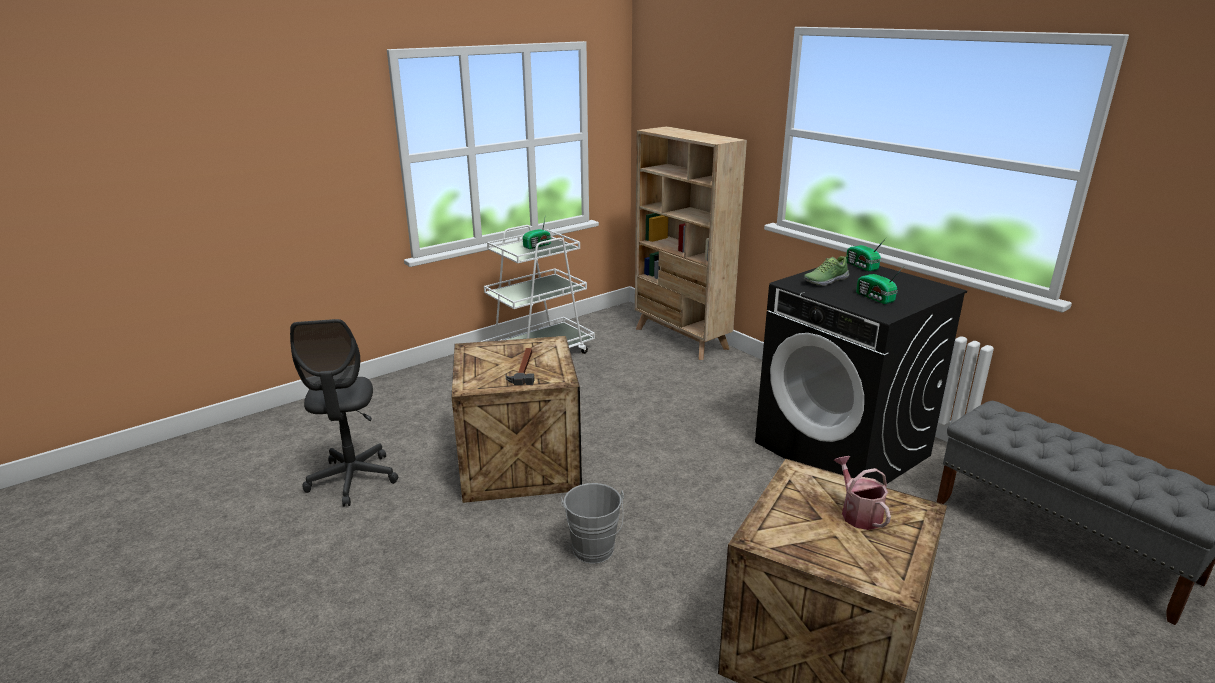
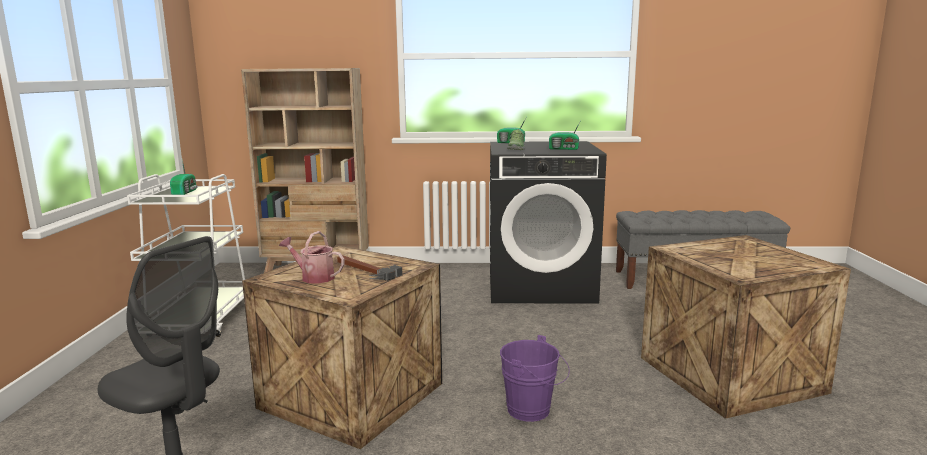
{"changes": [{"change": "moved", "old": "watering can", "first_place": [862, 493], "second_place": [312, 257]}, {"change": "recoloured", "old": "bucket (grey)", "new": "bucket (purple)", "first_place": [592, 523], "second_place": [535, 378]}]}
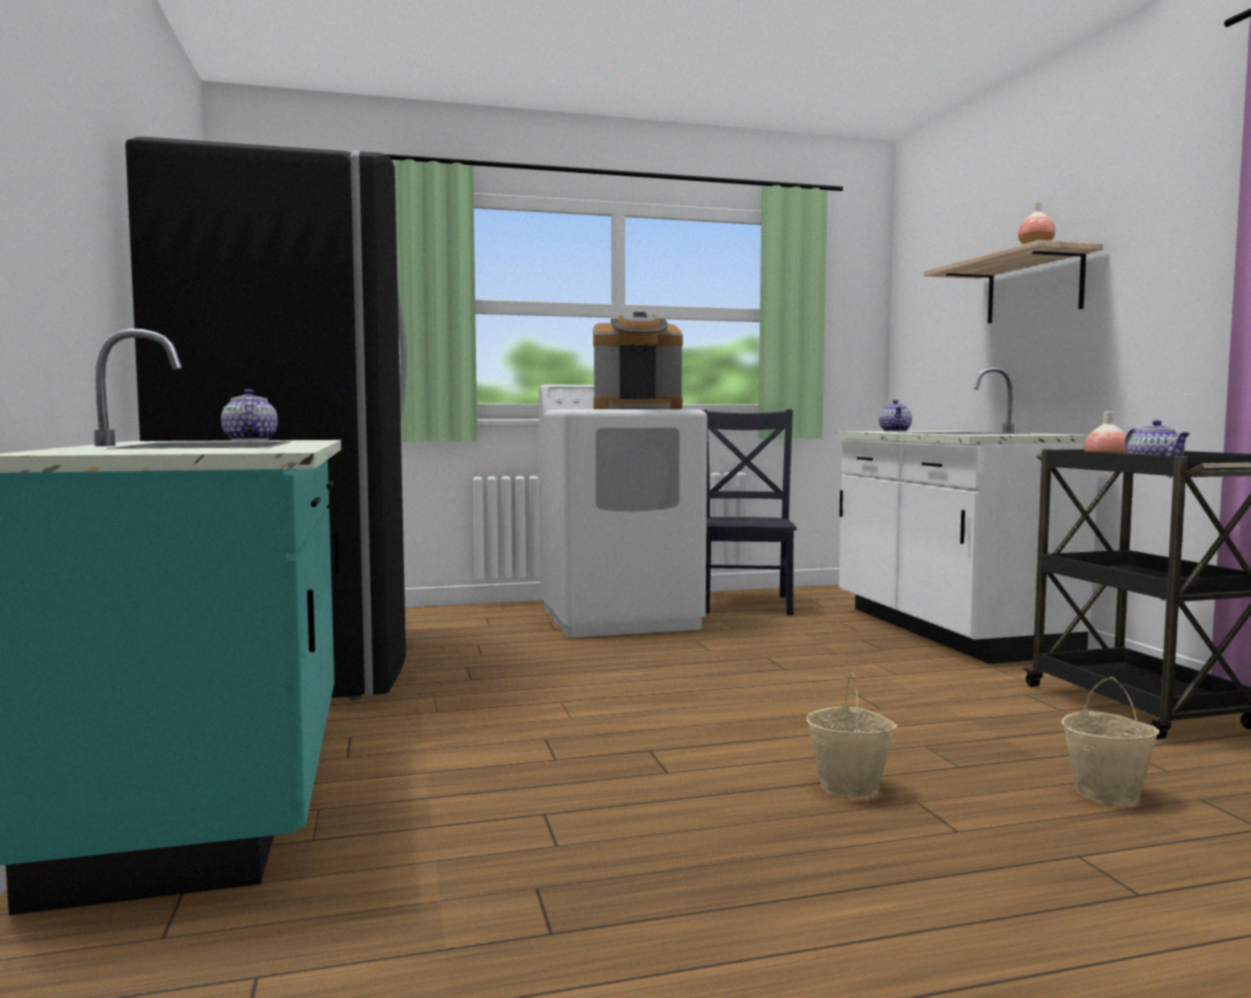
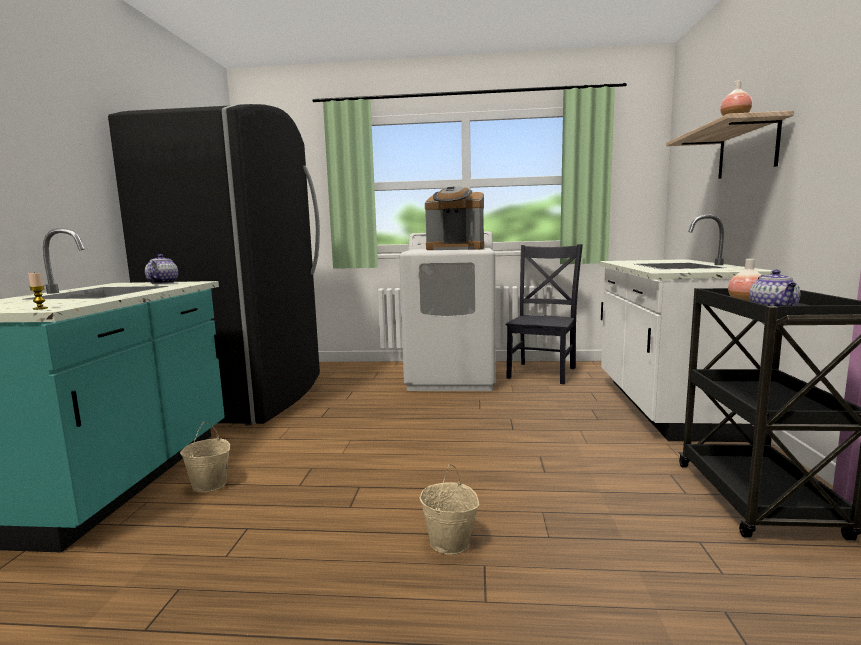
{"changes": [{"change": "removed", "old": "teapot", "first_place": [895, 415]}, {"change": "moved", "old": "bucket (beige)", "first_place": [1110, 741], "second_place": [205, 457]}, {"change": "added", "new": "candle", "second_place": [38, 291]}]}
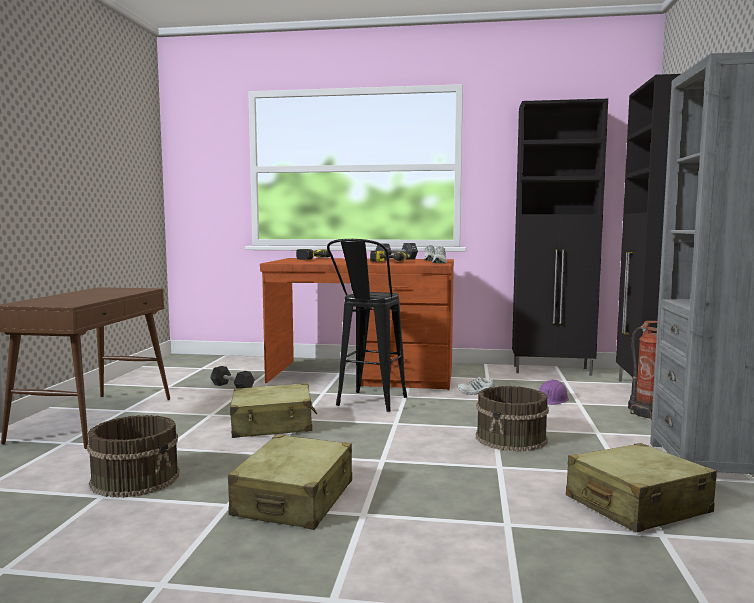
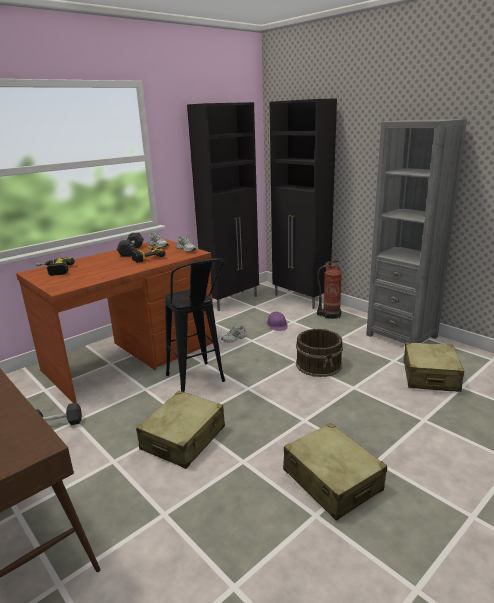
{"changes": [{"change": "removed", "old": "bucket (brown)", "first_place": [133, 456]}]}
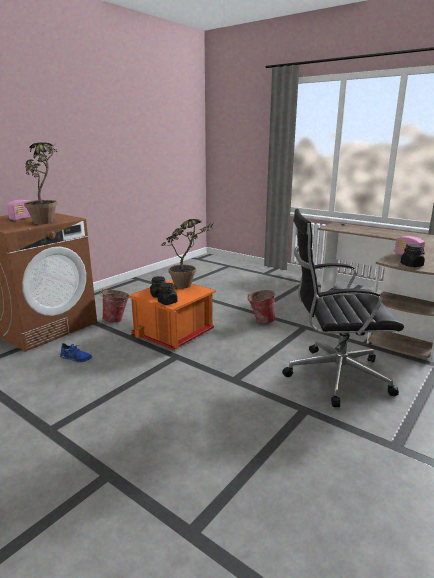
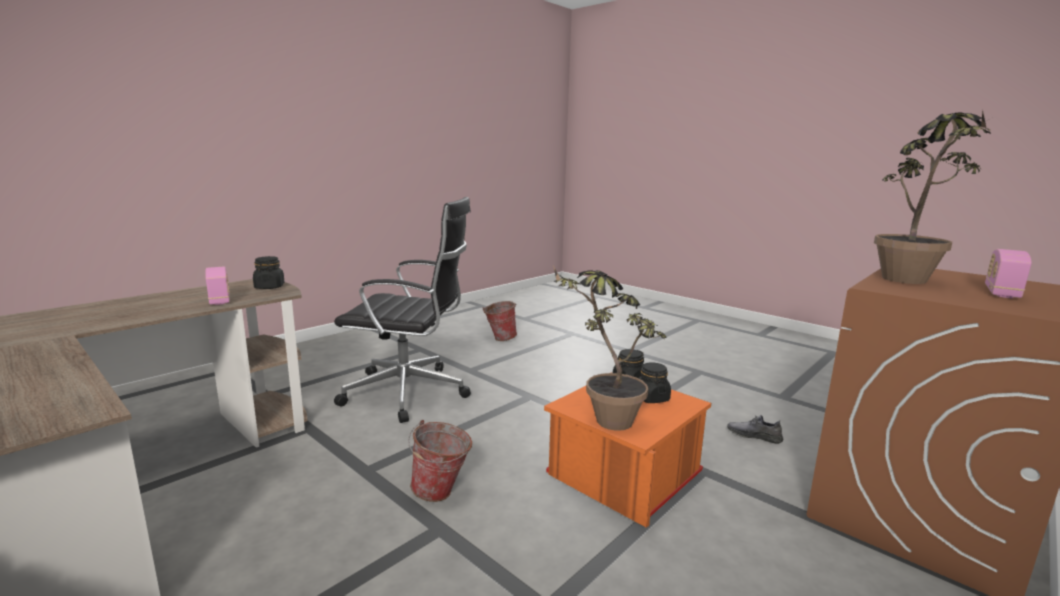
{"changes": [{"change": "moved", "old": "bucket", "first_place": [115, 306], "second_place": [500, 321]}, {"change": "recoloured", "old": "shoe (blue)", "new": "shoe (grey)", "first_place": [76, 352], "second_place": [755, 429]}]}
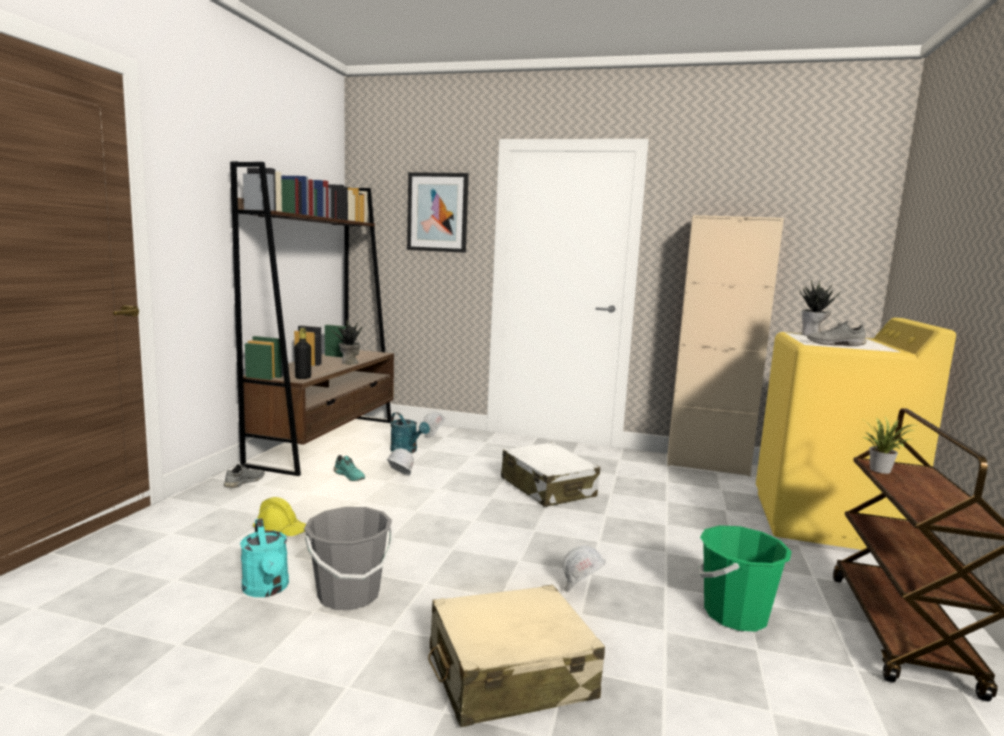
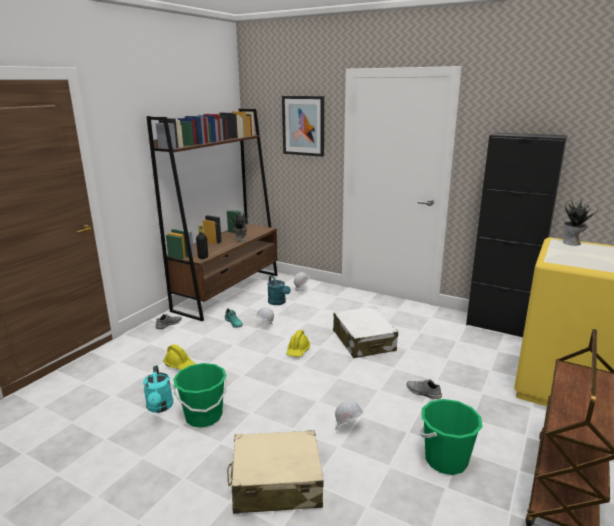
{"changes": [{"change": "recoloured", "old": "cabinet (beige)", "new": "cabinet (black)", "first_place": [725, 346], "second_place": [516, 234]}, {"change": "moved", "old": "shoe (grey)", "first_place": [836, 333], "second_place": [424, 389]}, {"change": "removed", "old": "potted plant", "first_place": [889, 445]}, {"change": "recoloured", "old": "bucket (grey)", "new": "bucket (green)", "first_place": [349, 558], "second_place": [200, 395]}, {"change": "added", "new": "hard hat (yellow)", "second_place": [298, 343]}]}
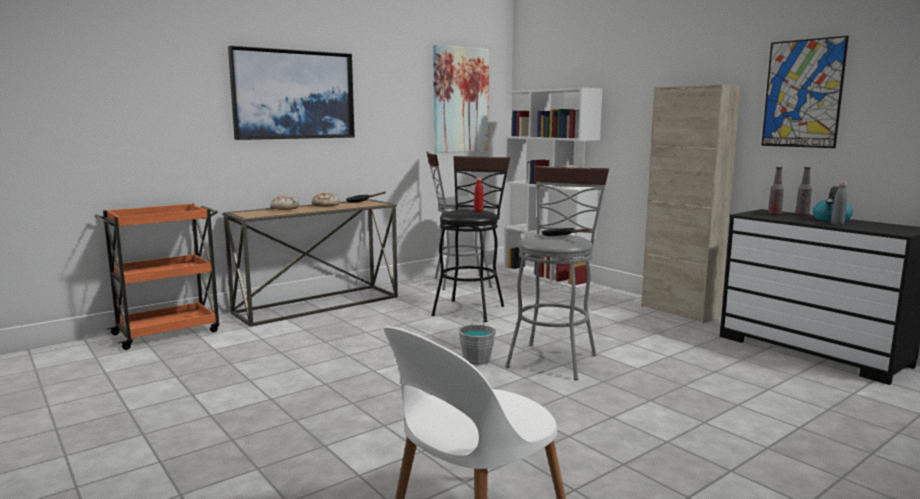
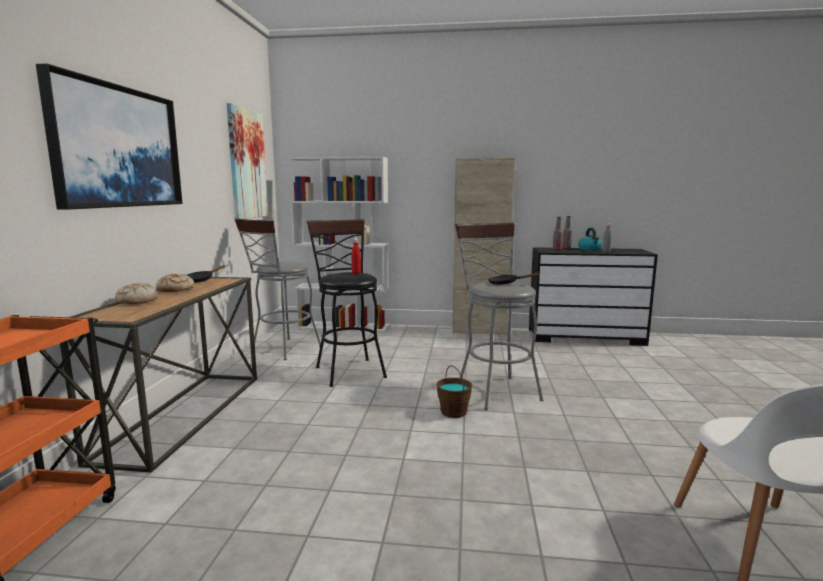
{"changes": [{"change": "removed", "old": "picture", "first_place": [805, 92]}, {"change": "recoloured", "old": "bucket (grey)", "new": "bucket (brown)", "first_place": [477, 338], "second_place": [454, 391]}]}
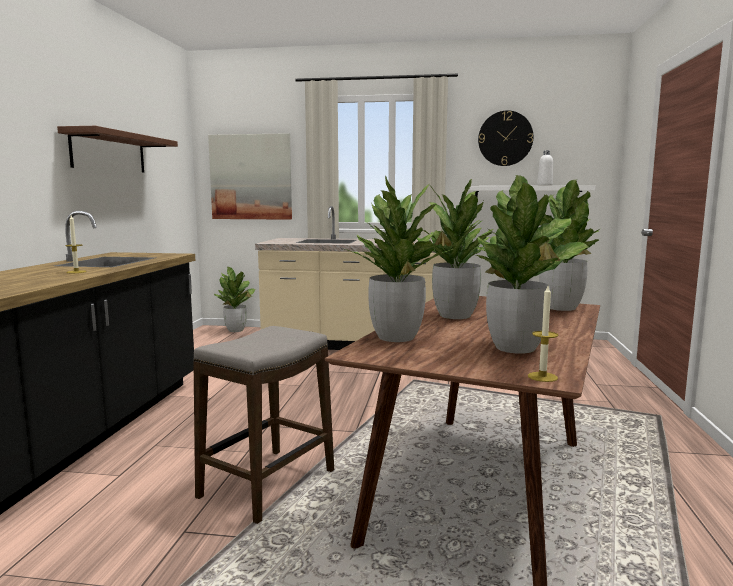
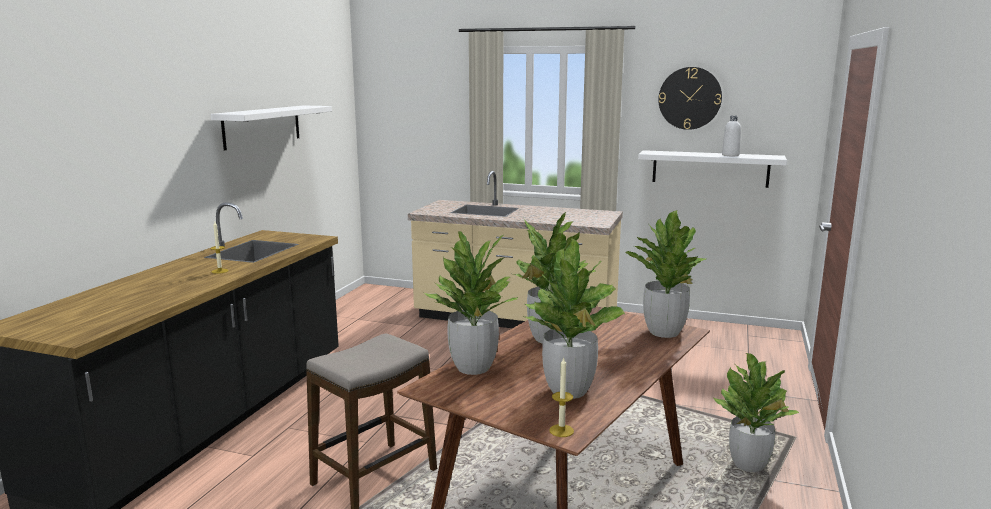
{"changes": [{"change": "recoloured", "old": "shelf (brown)", "new": "shelf (white)", "first_place": [117, 149], "second_place": [271, 128]}, {"change": "removed", "old": "picture", "first_place": [250, 176]}, {"change": "moved", "old": "potted plant", "first_place": [234, 299], "second_place": [756, 412]}]}
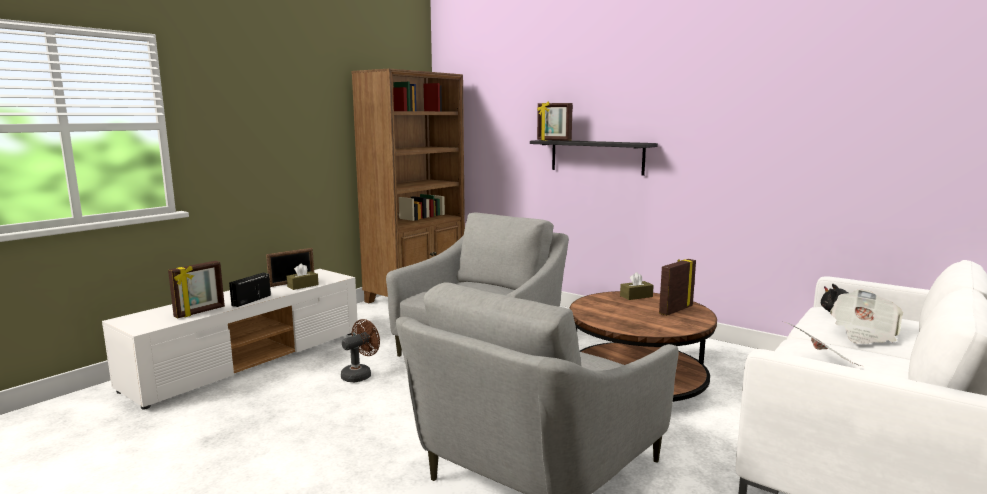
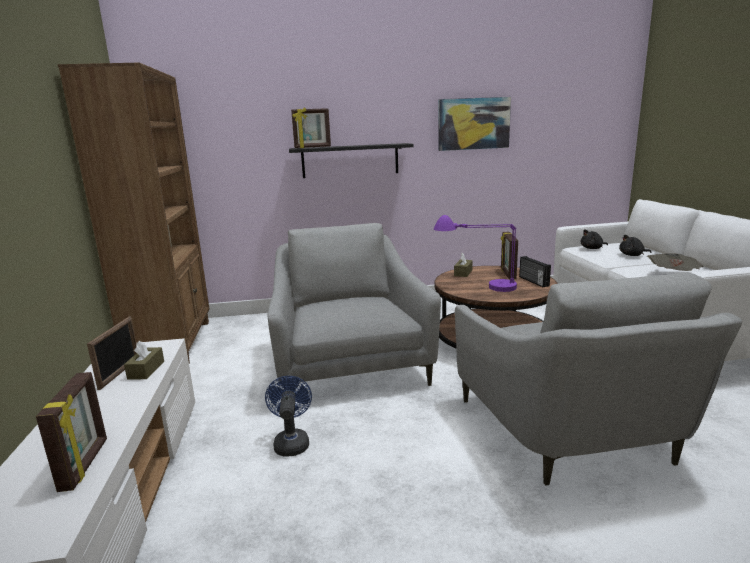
{"changes": [{"change": "moved", "old": "radio", "first_place": [250, 290], "second_place": [535, 271]}, {"change": "replaced", "old": "newspaper", "new": "plush toy (black)", "first_place": [866, 316], "second_place": [635, 245]}, {"change": "recoloured", "old": "fan (brown)", "new": "fan (blue)", "first_place": [360, 350], "second_place": [288, 416]}, {"change": "added", "new": "picture", "second_place": [475, 124]}, {"change": "added", "new": "table lamp (purple)", "second_place": [475, 253]}]}
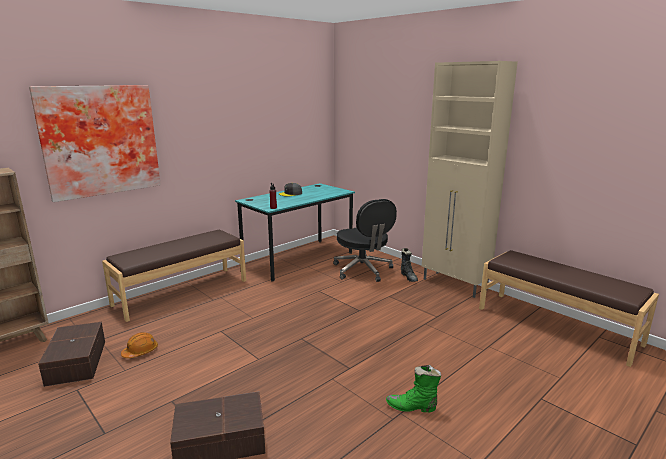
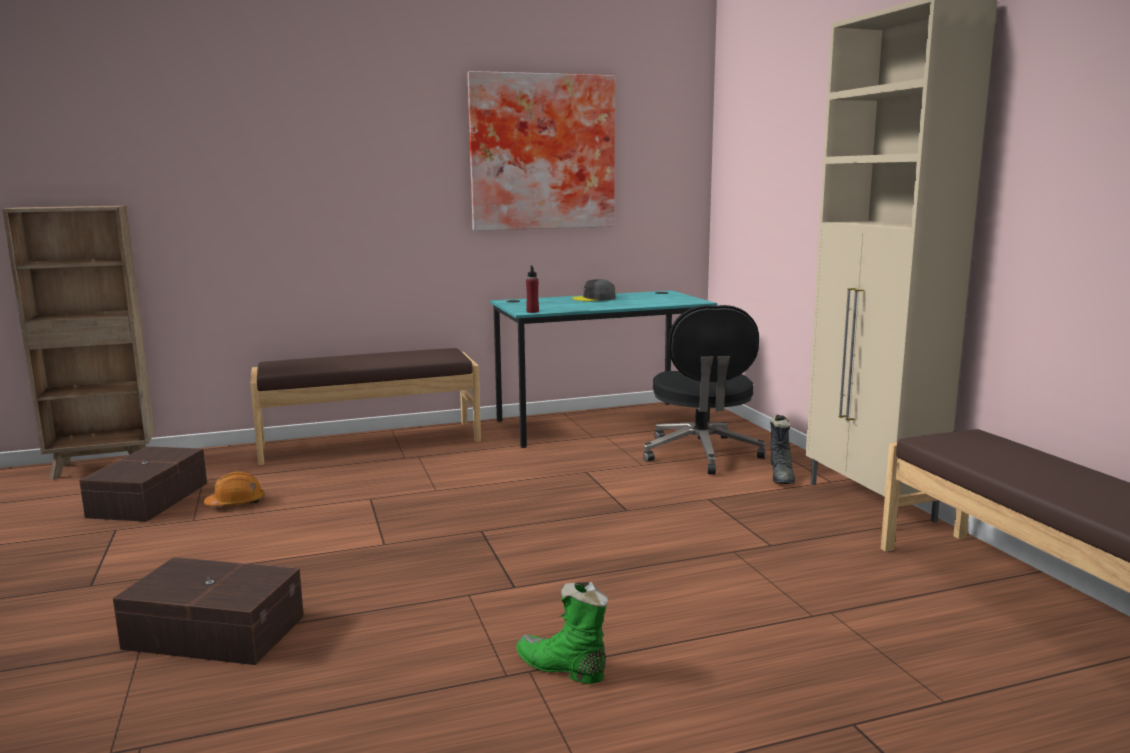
{"changes": [{"change": "moved", "old": "picture", "first_place": [95, 143], "second_place": [541, 151]}]}
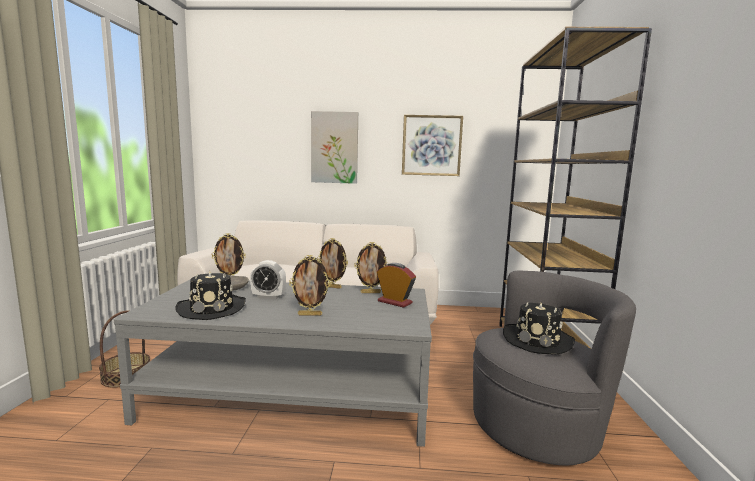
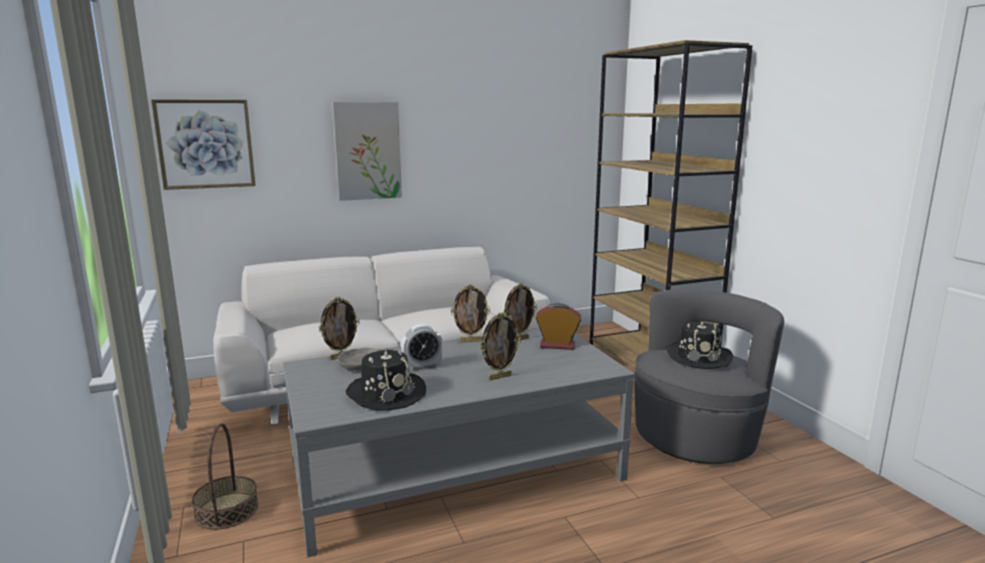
{"changes": [{"change": "moved", "old": "picture", "first_place": [432, 145], "second_place": [203, 144]}]}
